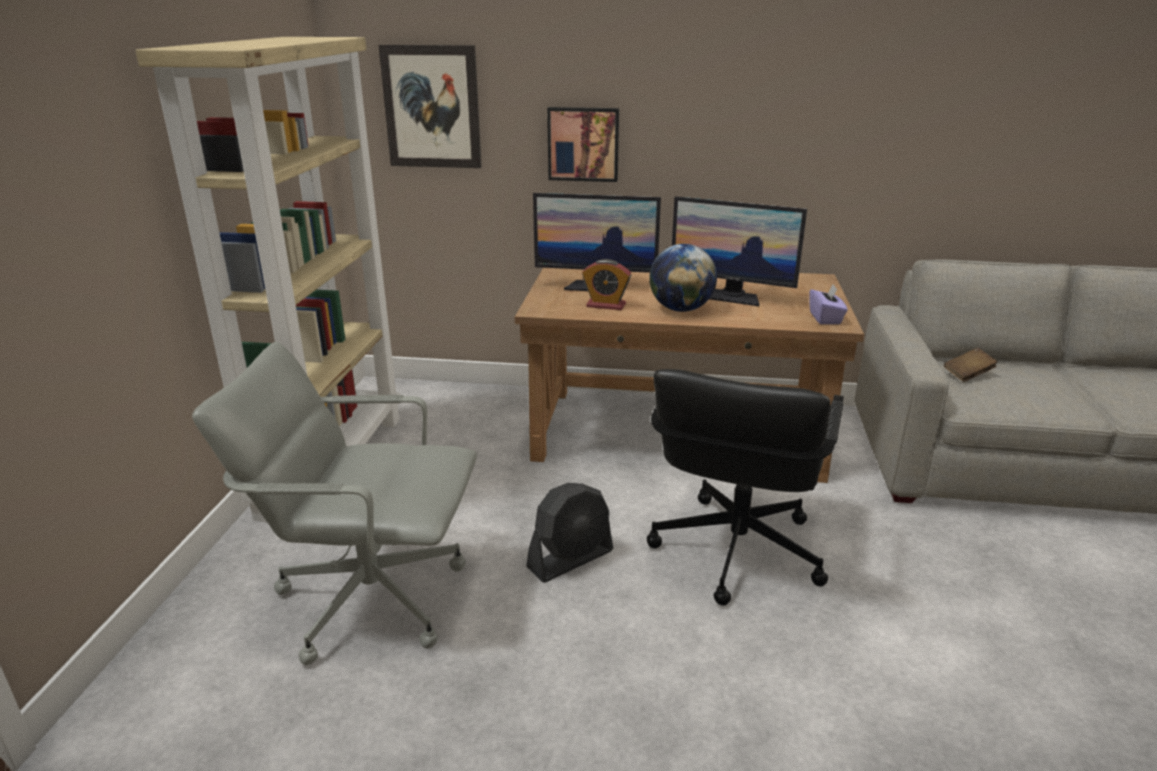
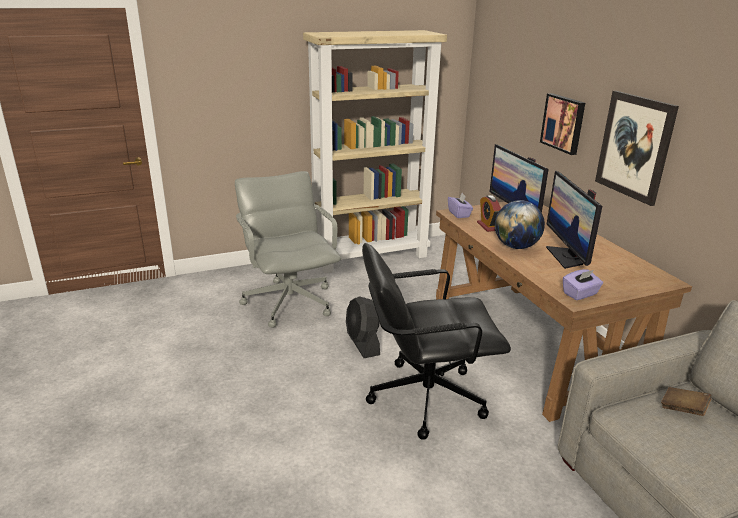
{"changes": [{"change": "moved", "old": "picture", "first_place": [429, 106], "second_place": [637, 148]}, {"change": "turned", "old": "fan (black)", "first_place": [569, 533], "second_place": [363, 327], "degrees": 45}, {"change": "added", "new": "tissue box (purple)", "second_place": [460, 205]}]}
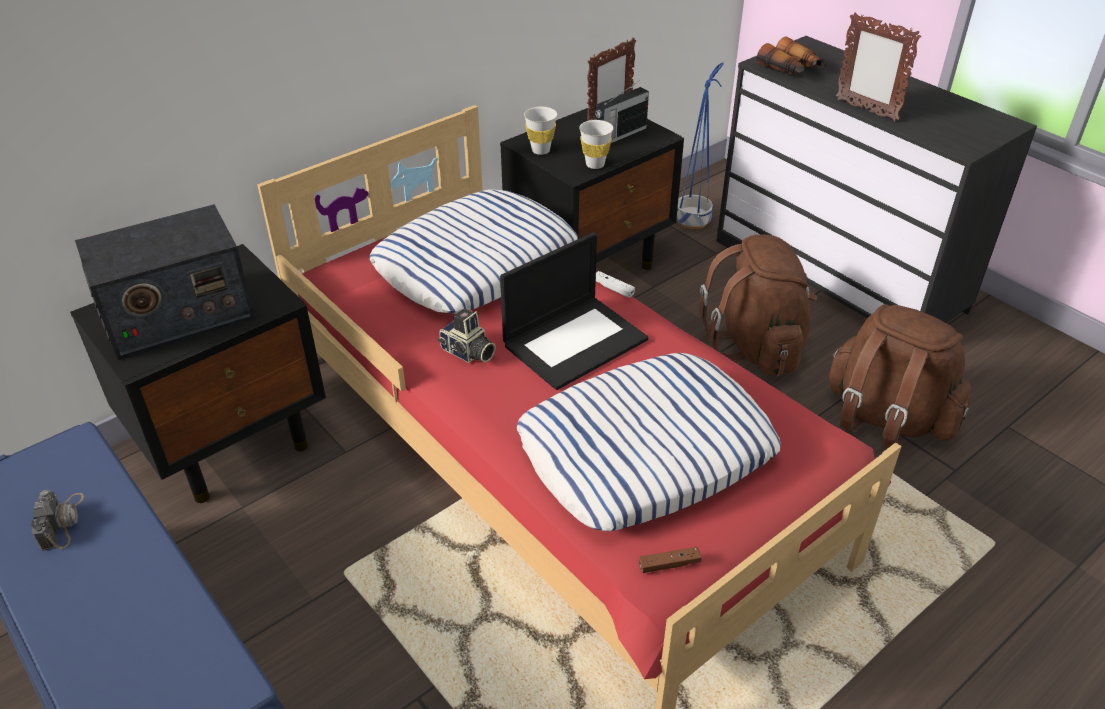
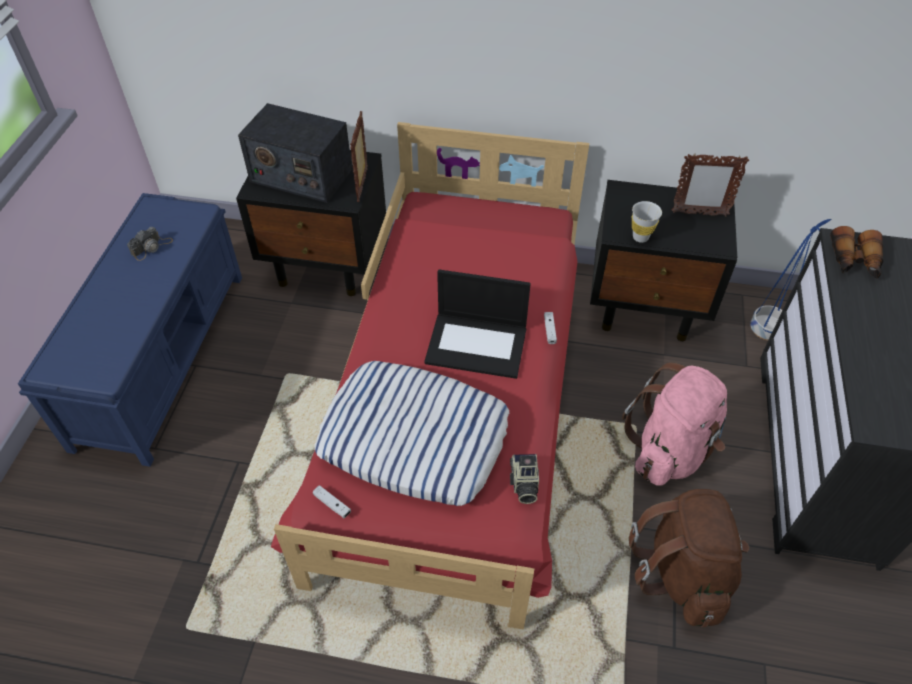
{"changes": [{"change": "moved", "old": "picture frame", "first_place": [878, 67], "second_place": [359, 156]}, {"change": "removed", "old": "radio", "first_place": [622, 111]}, {"change": "removed", "old": "cup (white)", "first_place": [540, 131]}, {"change": "removed", "old": "pillow", "first_place": [473, 251]}, {"change": "recoloured", "old": "backpack (brown)", "new": "backpack (pink)", "first_place": [758, 304], "second_place": [674, 424]}, {"change": "moved", "old": "photo camera", "first_place": [467, 335], "second_place": [524, 479]}, {"change": "recoloured", "old": "game controller (brown)", "new": "game controller (white)", "first_place": [670, 560], "second_place": [332, 501]}]}
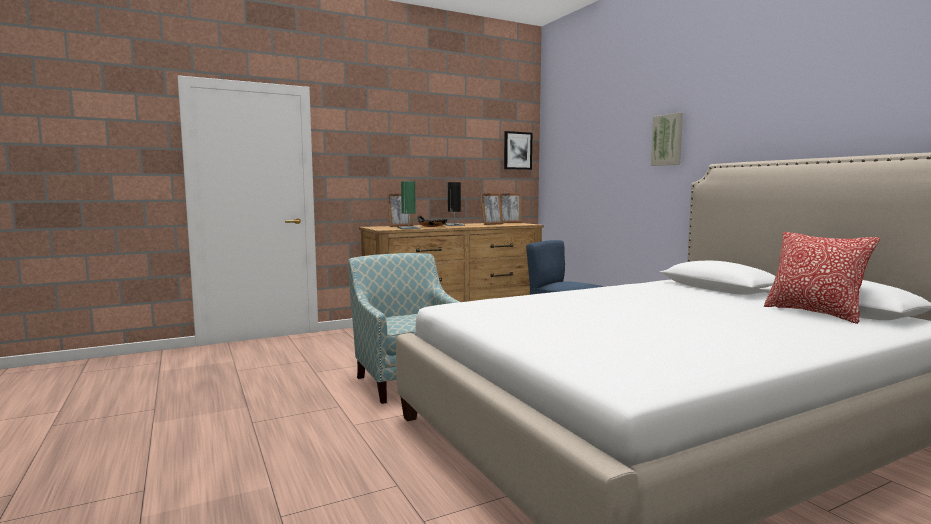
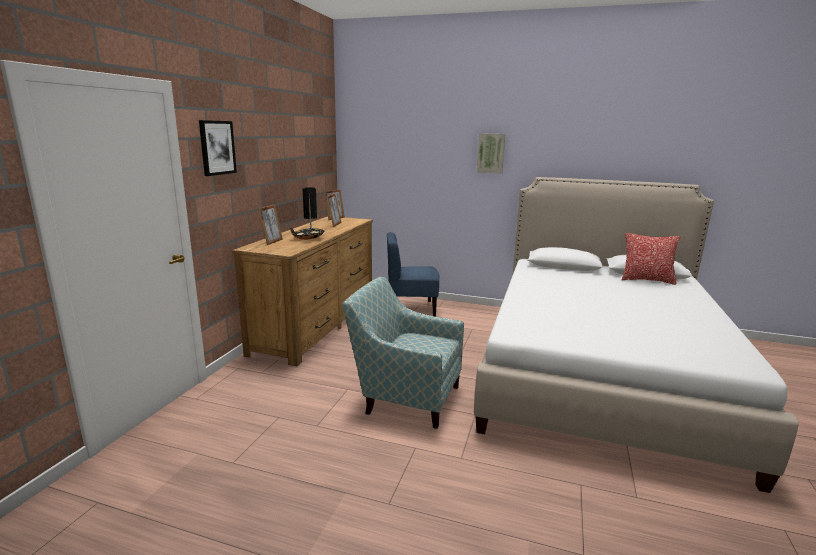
{"changes": [{"change": "moved", "old": "picture", "first_place": [518, 150], "second_place": [218, 148]}, {"change": "removed", "old": "table lamp (green)", "first_place": [408, 205]}]}
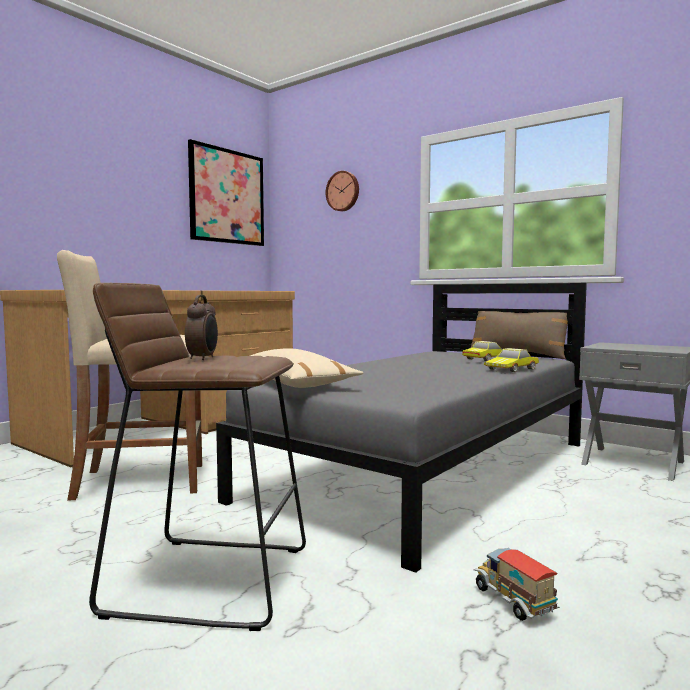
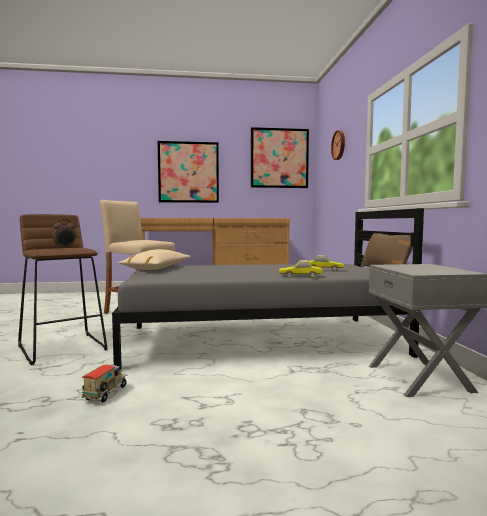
{"changes": [{"change": "added", "new": "picture", "second_place": [188, 172]}]}
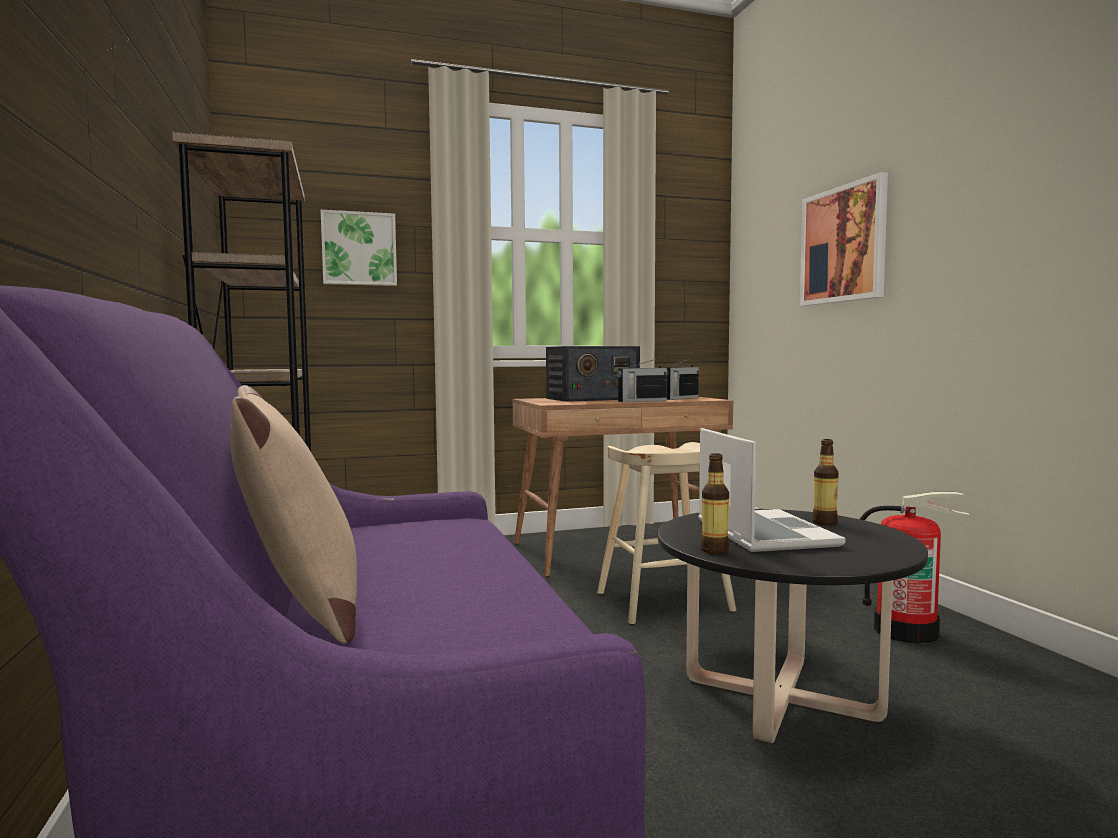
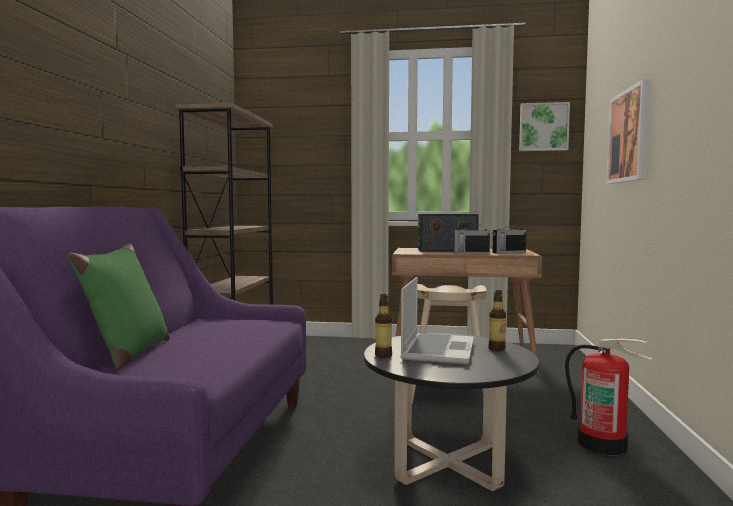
{"changes": [{"change": "moved", "old": "picture", "first_place": [359, 248], "second_place": [544, 126]}, {"change": "recoloured", "old": "pillow (beige)", "new": "pillow (green)", "first_place": [293, 514], "second_place": [118, 306]}]}
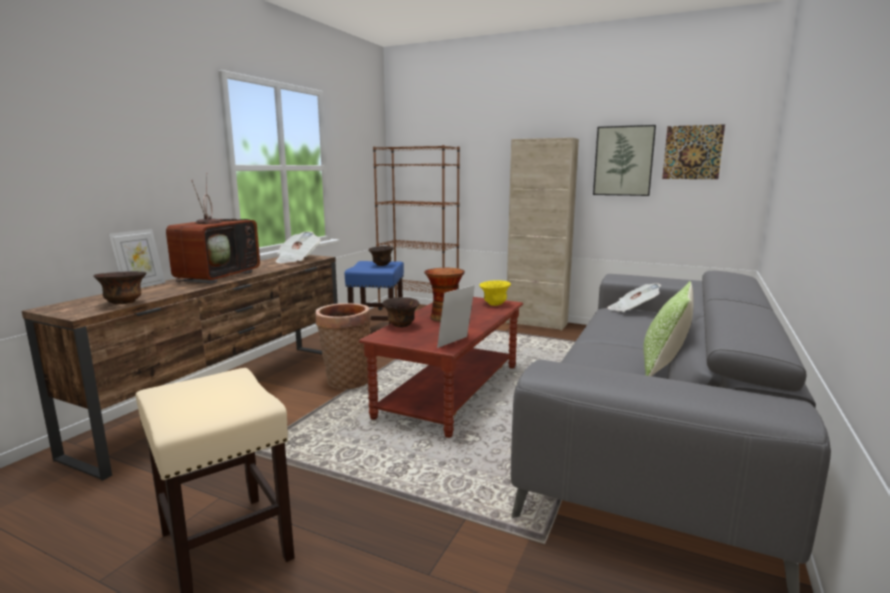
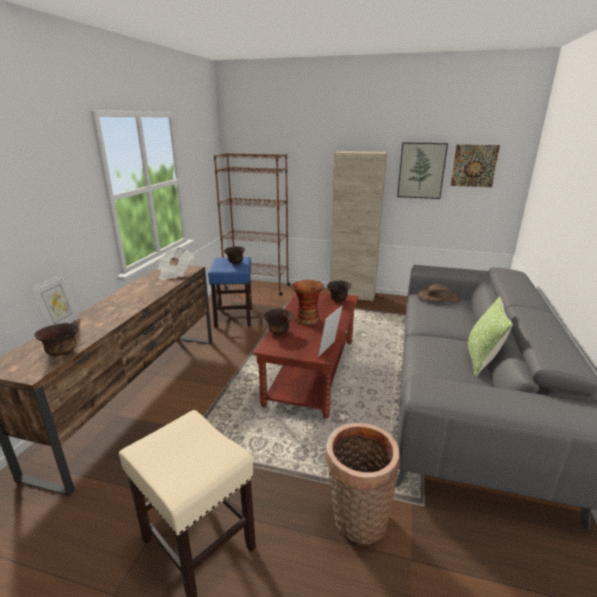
{"changes": [{"change": "removed", "old": "television", "first_place": [213, 228]}, {"change": "recoloured", "old": "bowl (yellow)", "new": "bowl (brown)", "first_place": [495, 293], "second_place": [339, 291]}, {"change": "replaced", "old": "newspaper", "new": "hat (brown)", "first_place": [634, 297], "second_place": [439, 293]}, {"change": "moved", "old": "basket", "first_place": [343, 346], "second_place": [362, 483]}]}
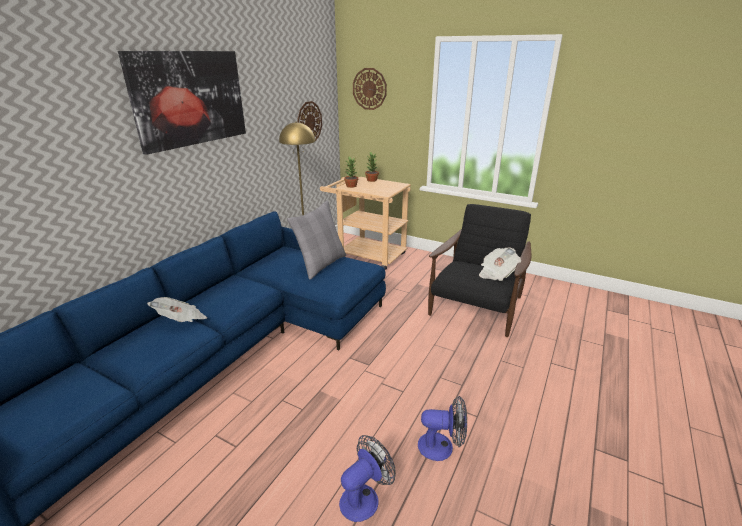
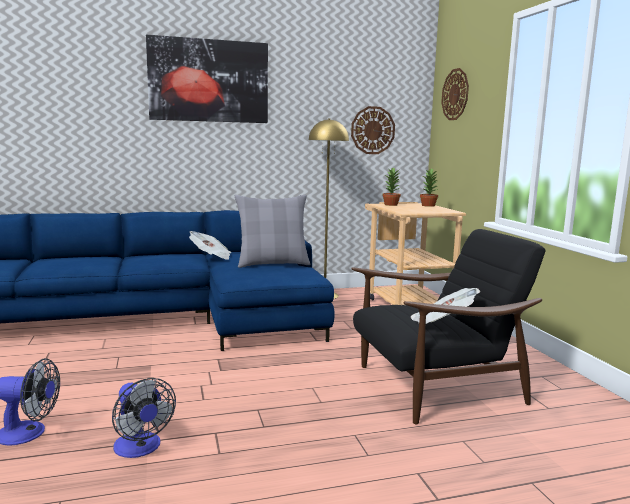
{"changes": [{"change": "moved", "old": "newspaper", "first_place": [177, 309], "second_place": [210, 245]}]}
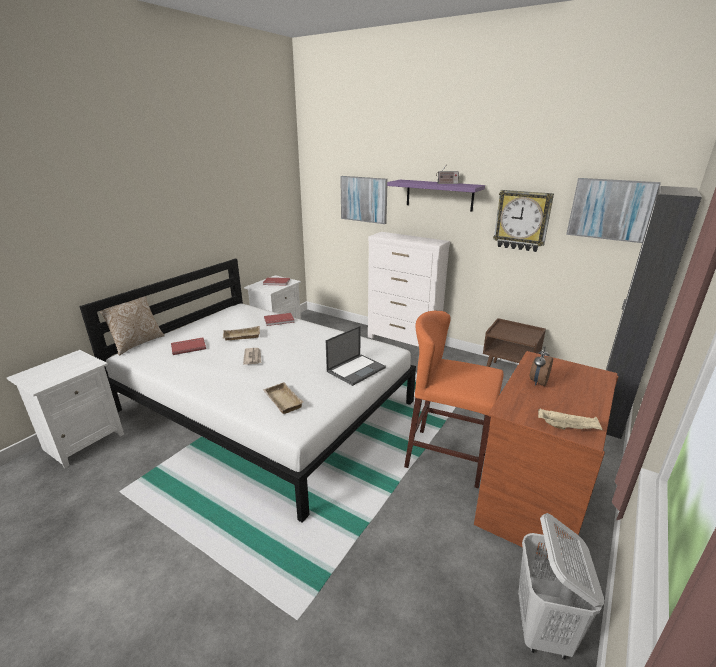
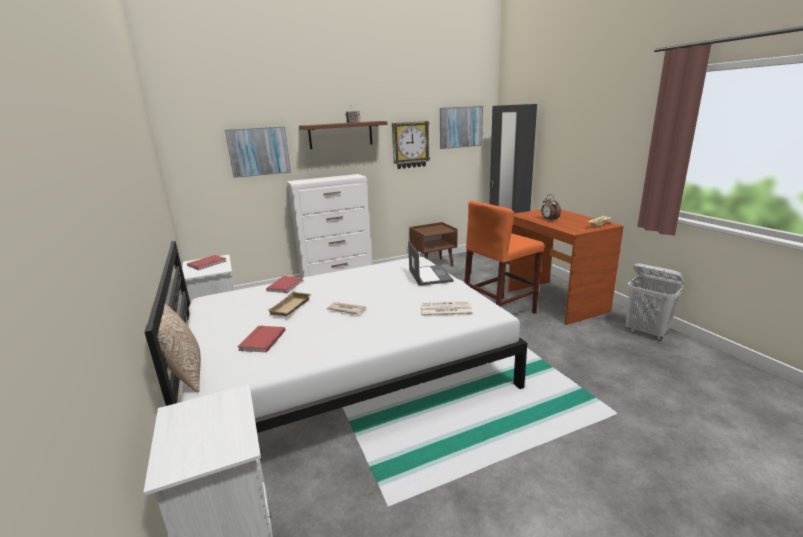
{"changes": [{"change": "recoloured", "old": "shelf (purple)", "new": "shelf (brown)", "first_place": [436, 196], "second_place": [343, 135]}, {"change": "replaced", "old": "tray (beige)", "new": "newspaper", "first_place": [283, 398], "second_place": [447, 309]}]}
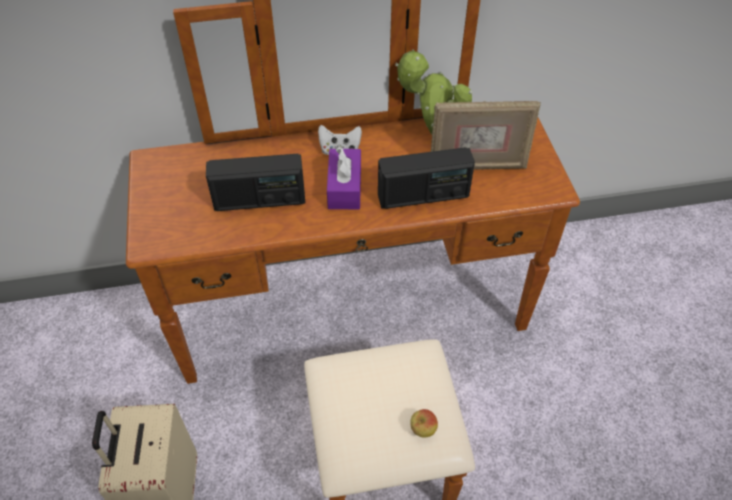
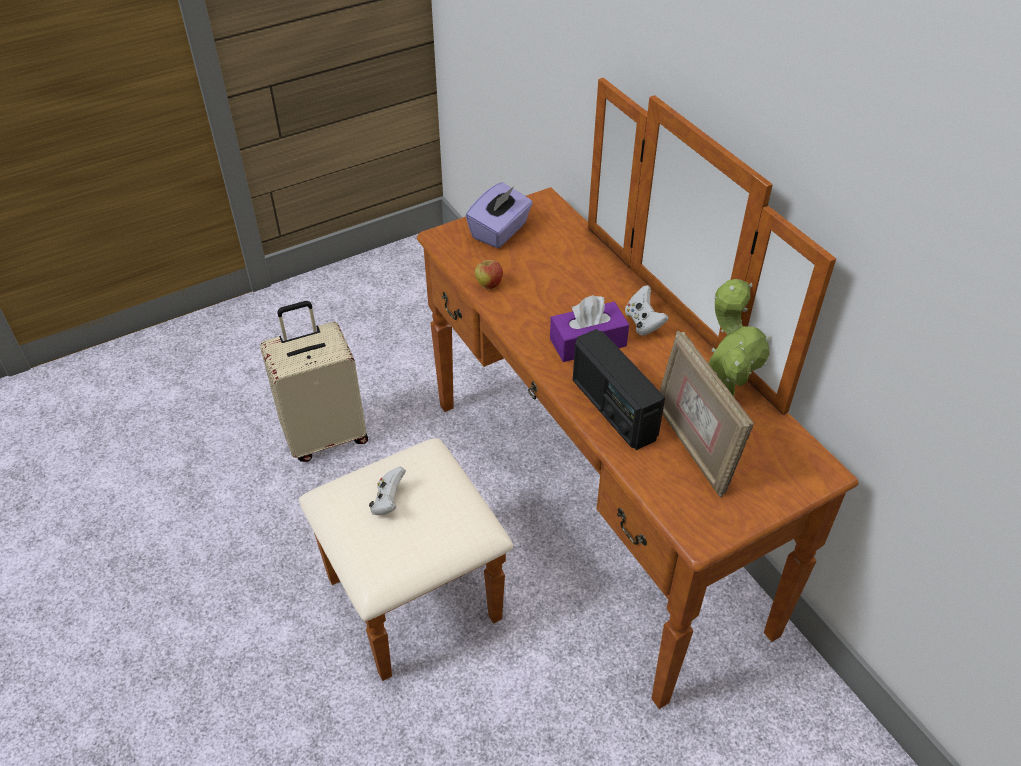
{"changes": [{"change": "removed", "old": "radio", "first_place": [255, 182]}, {"change": "moved", "old": "apple", "first_place": [424, 423], "second_place": [489, 273]}, {"change": "added", "new": "tissue box (purple)", "second_place": [499, 215]}, {"change": "added", "new": "game controller (white)", "second_place": [387, 490]}]}
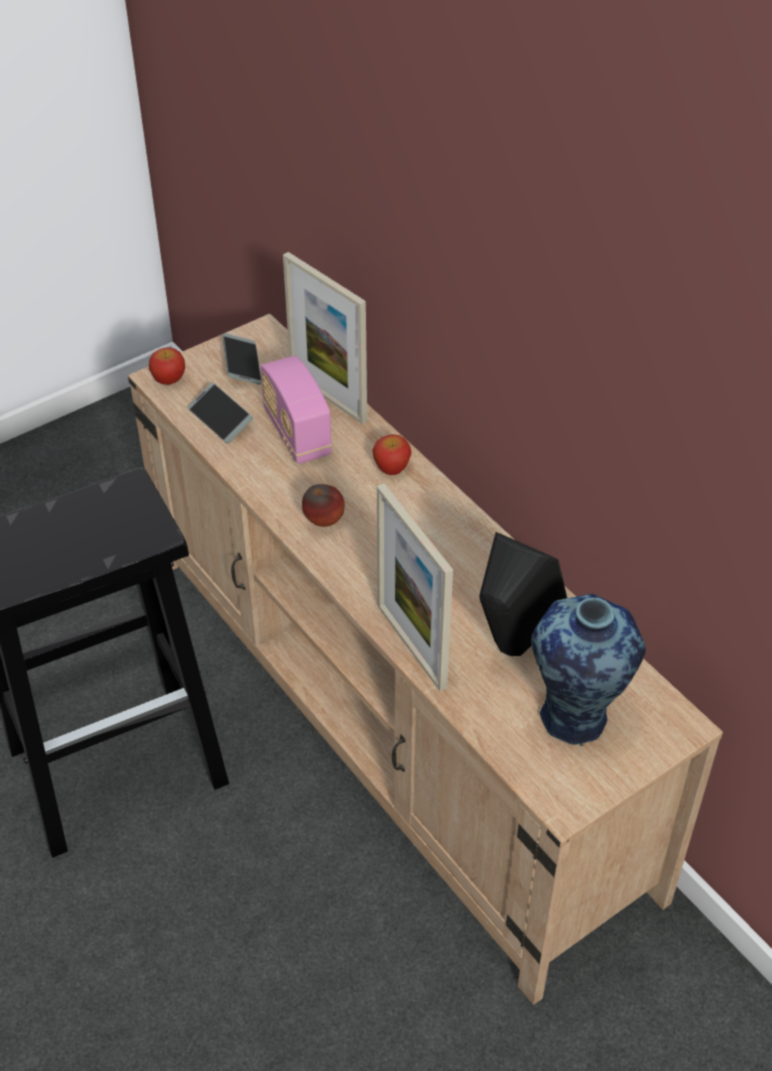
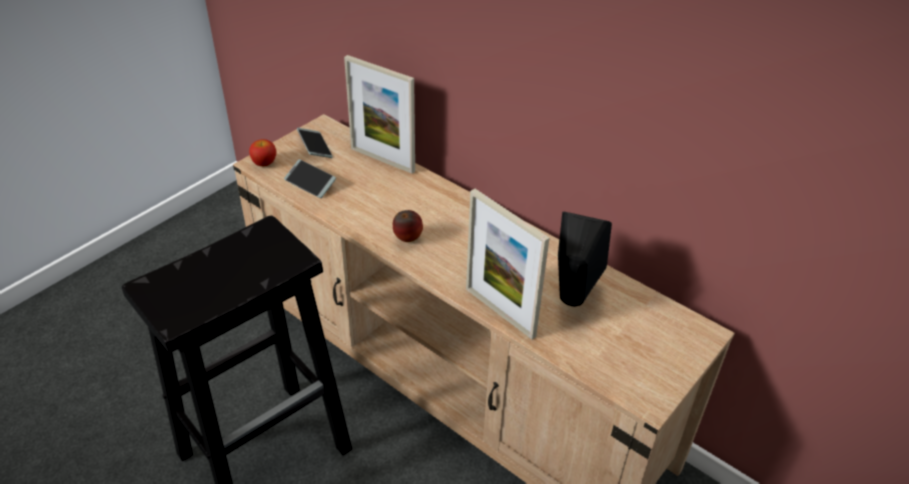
{"changes": [{"change": "removed", "old": "radio", "first_place": [296, 410]}, {"change": "removed", "old": "apple", "first_place": [392, 455]}, {"change": "removed", "old": "vase", "first_place": [588, 670]}]}
